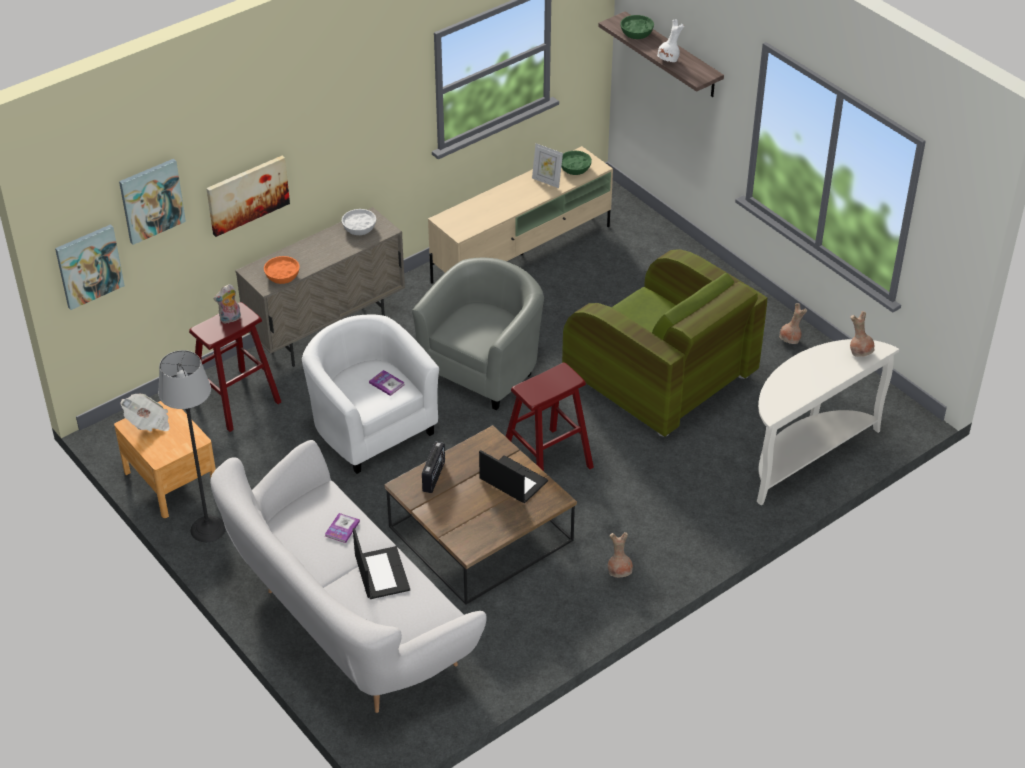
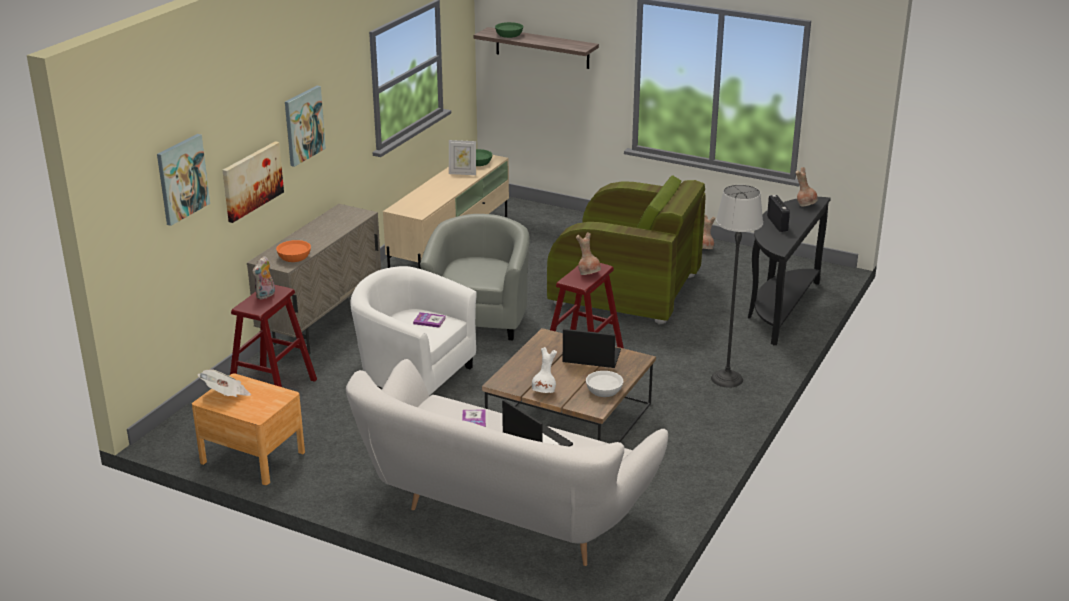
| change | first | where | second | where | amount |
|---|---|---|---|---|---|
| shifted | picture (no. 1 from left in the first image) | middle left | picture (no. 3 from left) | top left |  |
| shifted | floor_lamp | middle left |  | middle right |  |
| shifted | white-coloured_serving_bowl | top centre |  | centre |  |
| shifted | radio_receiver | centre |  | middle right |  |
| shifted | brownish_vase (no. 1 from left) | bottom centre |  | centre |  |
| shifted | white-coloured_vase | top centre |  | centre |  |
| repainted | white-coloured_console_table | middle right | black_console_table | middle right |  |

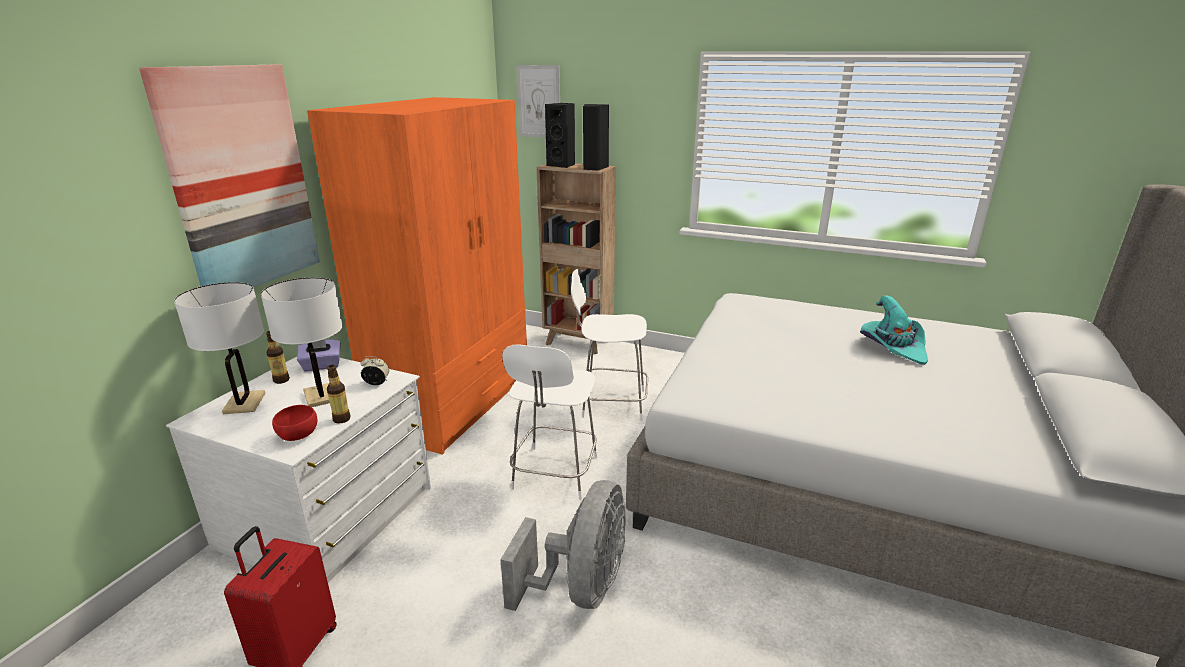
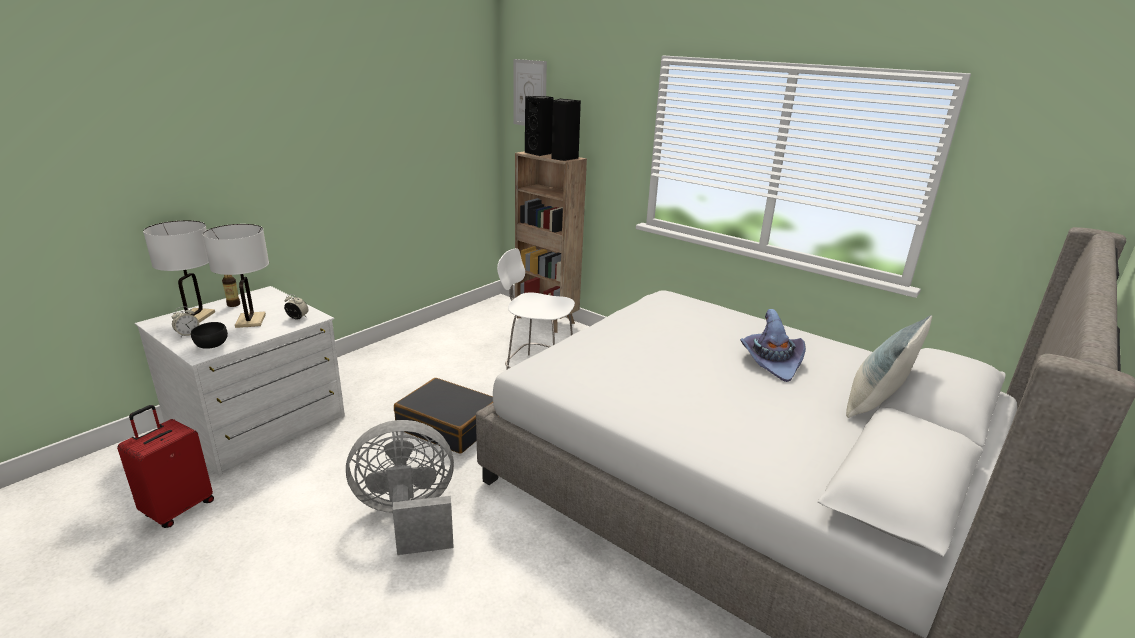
| change | first | where | second | where | amount |
|---|---|---|---|---|---|
| gone | picture (no. 1 from left) | top left |  |  |  |
| repainted | red-coloured_serving_bowl | middle left | black_serving_bowl | middle left |  |
| gone | purple_box_of_tissues | middle left |  |  |  |
| gone | orange_wardrobe | centre |  |  |  |
| gone | beverage_bottle (no. 2 from left) | middle left |  |  |  |
| rotated | grey_electric_fan | bottom centre |  | bottom centre | 135 degrees counterclockwise |
| swapped | white-coloured_chair (no. 1 from left) | centre | black_travel_case | centre |  |
| repainted | blue-green_clothing_hat | middle right | purple_clothing_hat | middle right |  |
| new |  |  | alarm_clock (no. 1 from left) | middle left |  |
| new |  |  | throw_pillow | middle right |  |

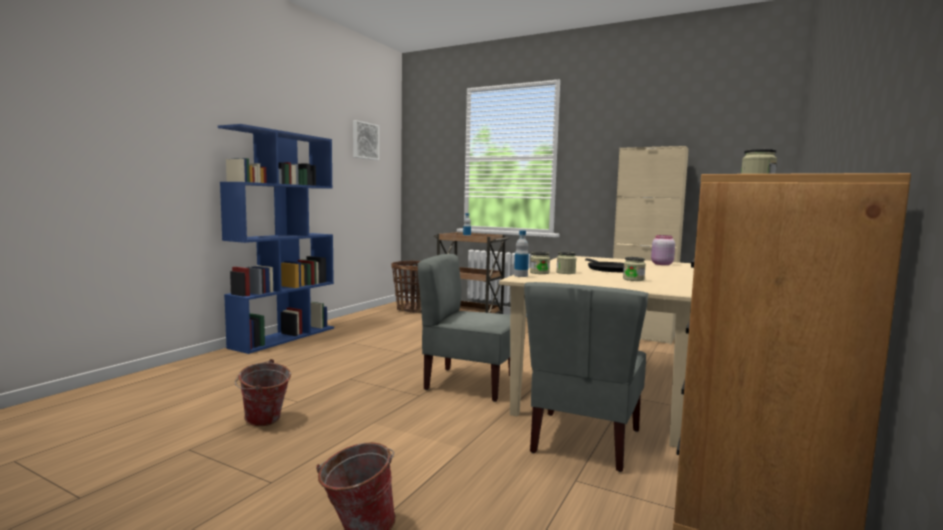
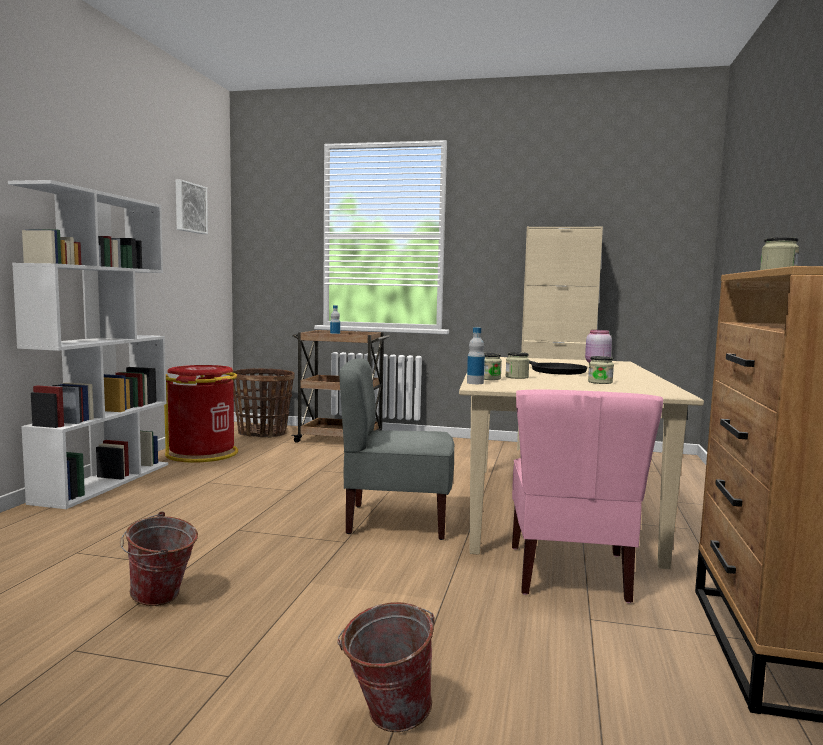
| change | first | where | second | where | amount |
|---|---|---|---|---|---|
| repainted | blue-coloured_bookshelf | middle left | white-coloured_bookshelf | middle left |  |
| repainted | grey_chair (no. 2 from left) | bottom centre | pink_chair | middle right |  |
| new |  |  | red-coloured_waste_bin | middle left |  |

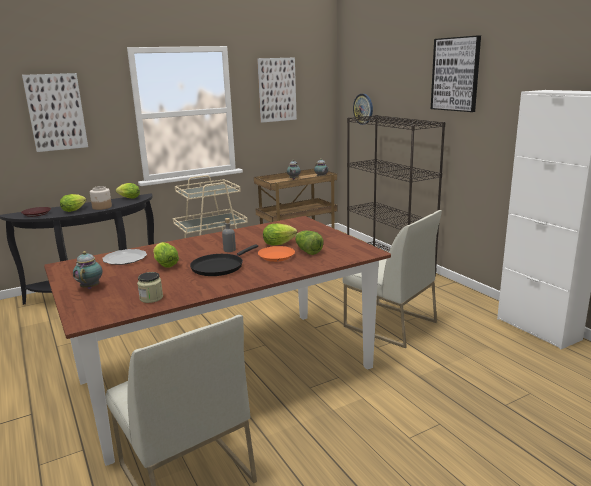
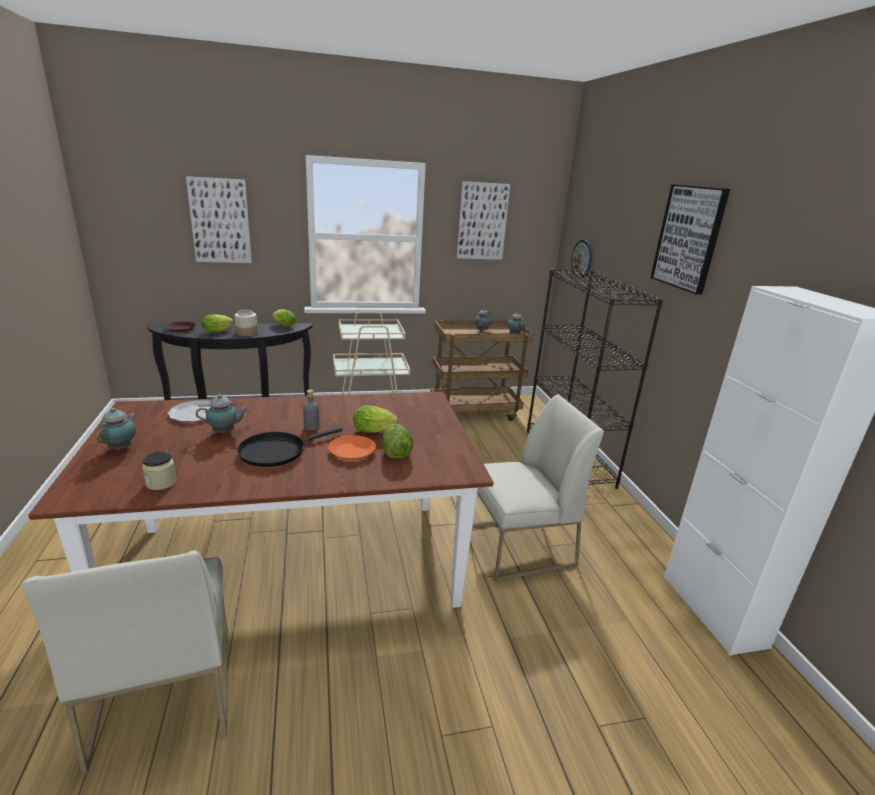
| change | first | where | second | where | amount |
|---|---|---|---|---|---|
| swapped | lettuce_head (no. 3 from left) | middle left | pot_for_tea (no. 2 from left) | middle left |  |
| rotated | white-coloured_chair (no. 2 from left) | centre |  | centre | 75 degrees counterclockwise |

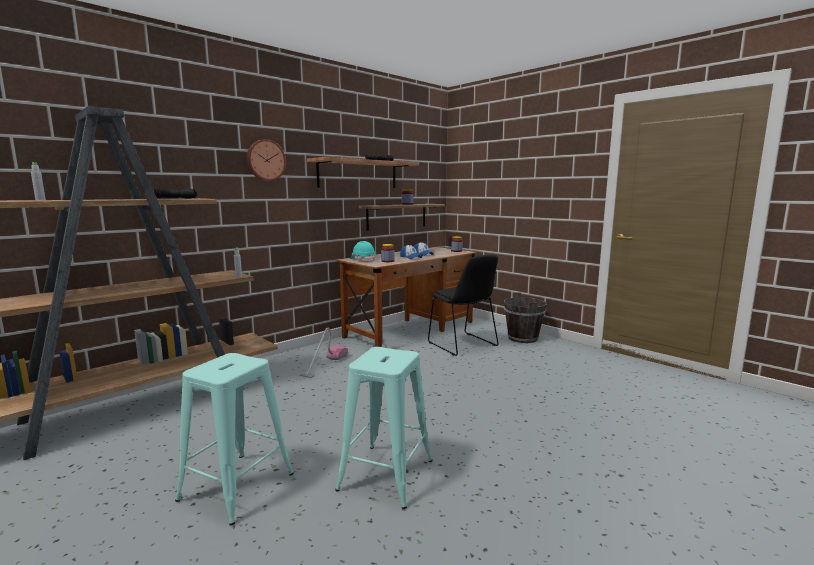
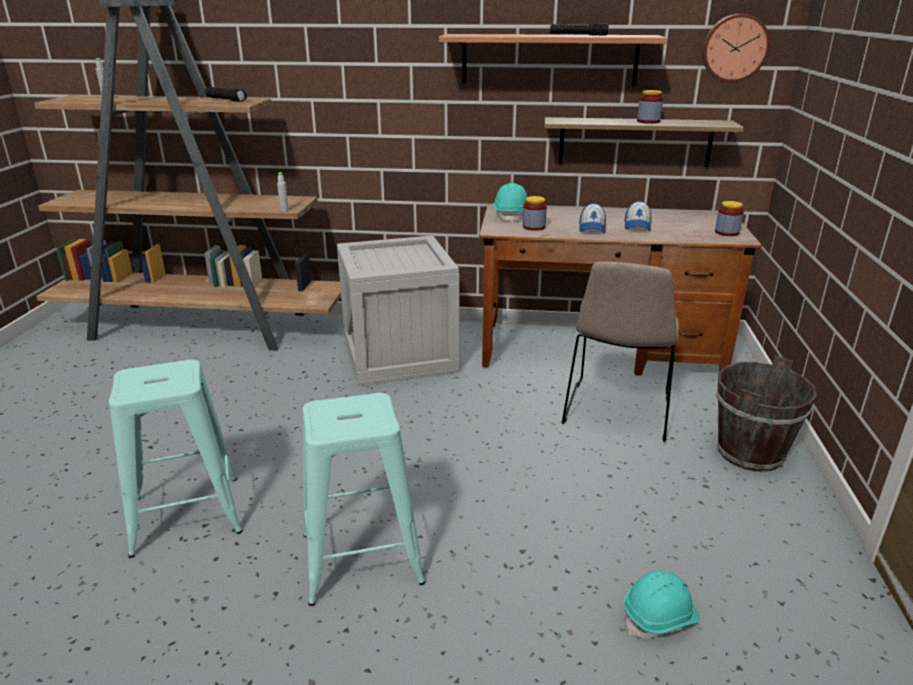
| change | first | where | second | where | amount |
|---|---|---|---|---|---|
| shifted | blue-green_sitting_stool (no. 1 from left in the first image) | bottom left | blue-green_sitting_stool (no. 2 from left) | bottom centre |  |
| shifted | clock_on_the_wall | top left |  | top right |  |
| swapped | hoover | centre | crate | centre |  |
| repainted | black_chair | centre | beige_chair | middle right |  |
| new |  |  | blue-green_safety_helmet (no. 2 from left) | bottom right |  |

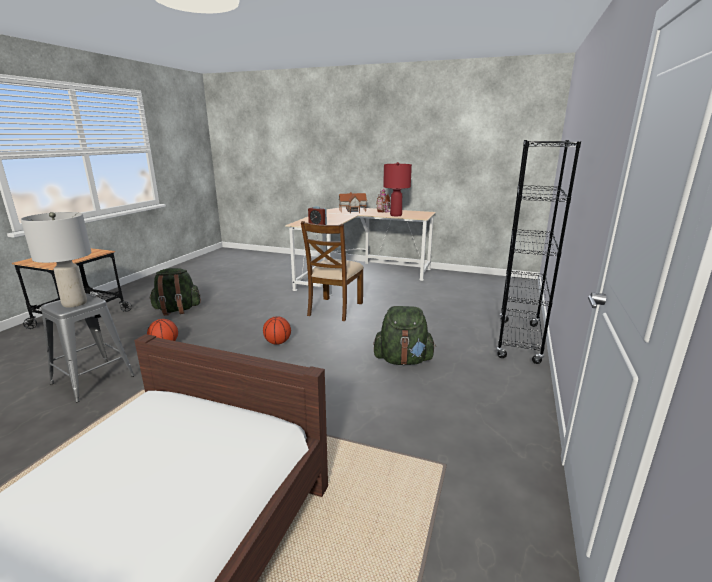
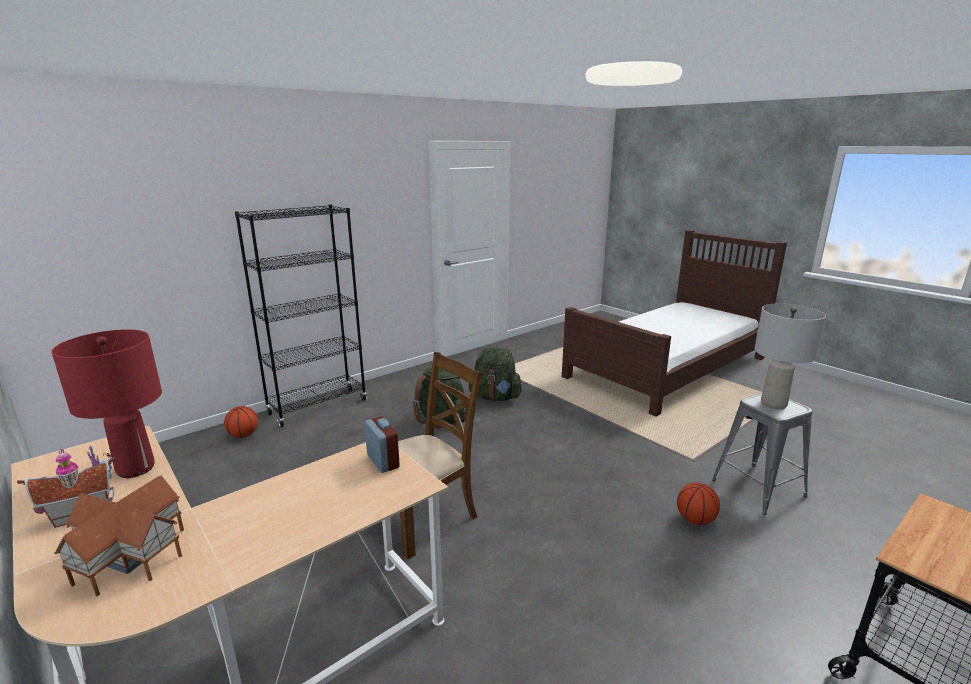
| change | first | where | second | where | amount |
|---|---|---|---|---|---|
| shifted | green-coloured_backpack (no. 1 from left in the first image) | middle left | green-coloured_backpack (no. 2 from left) | centre |  |
| shifted | ball_for_basketball (no. 2 from left in the first image) | centre | ball_for_basketball (no. 1 from left) | middle left |  |

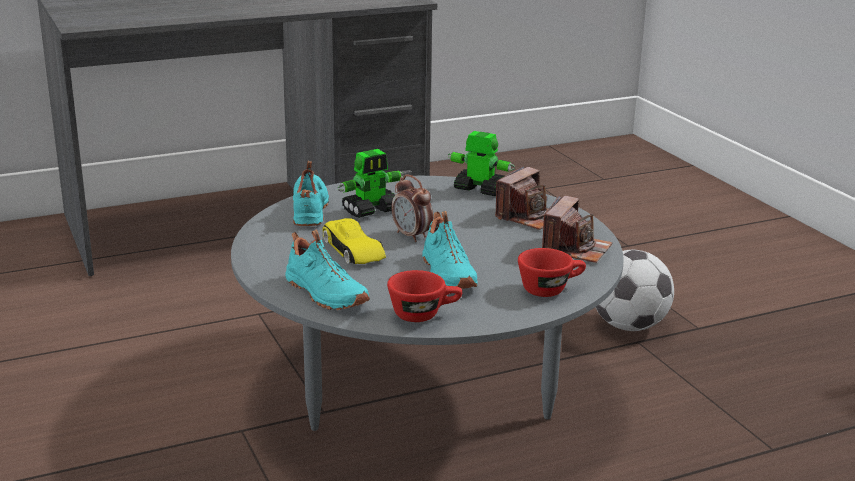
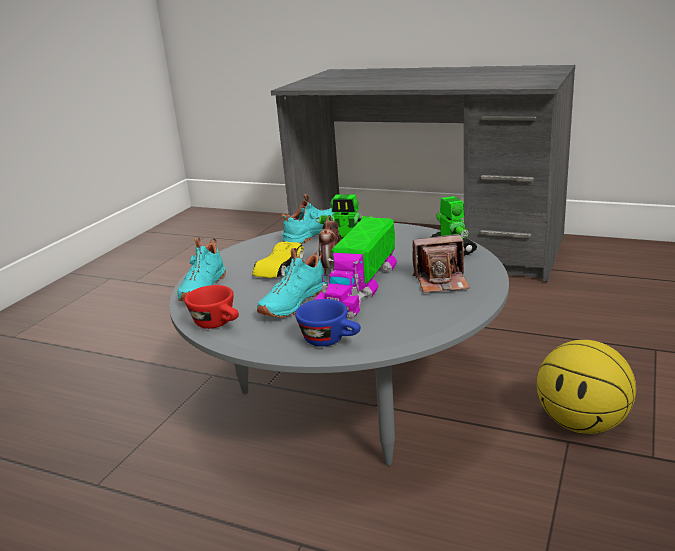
| change | first | where | second | where | amount |
|---|---|---|---|---|---|
| repainted | red-coloured_cup (no. 2 from left) | centre | blue-coloured_cup | centre |  |
| gone | still_camera (no. 2 from left) | middle right |  |  |  |
| swapped | football | middle right | ball_for_basketball | bottom right |  |
| new |  |  | toy_lorry | centre |  |

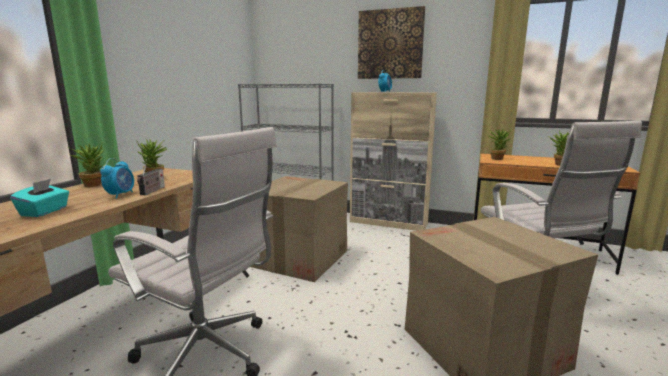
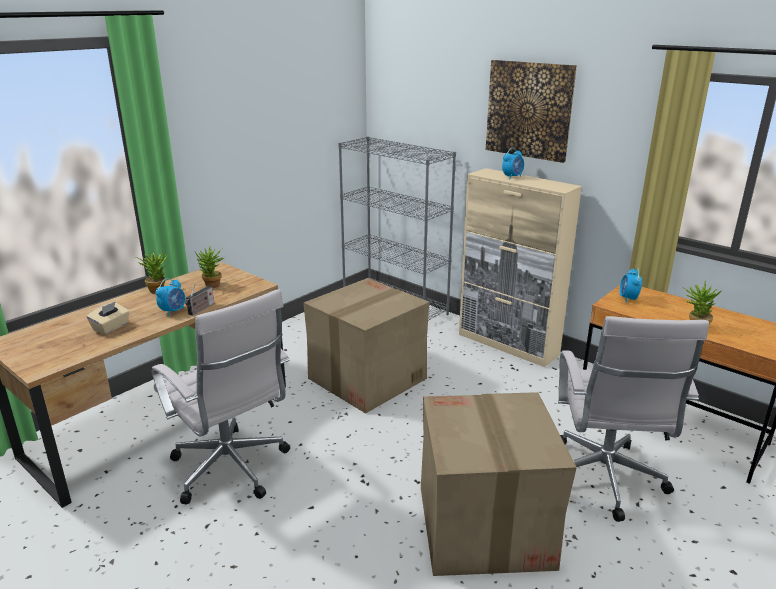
| change | first | where | second | where | amount |
|---|---|---|---|---|---|
| repainted | blue-green_box_of_tissues | middle left | beige_box_of_tissues | middle left |  |
| swapped | houseplant (no. 3 from left) | middle right | alarm_clock (no. 3 from left) | middle right |  |

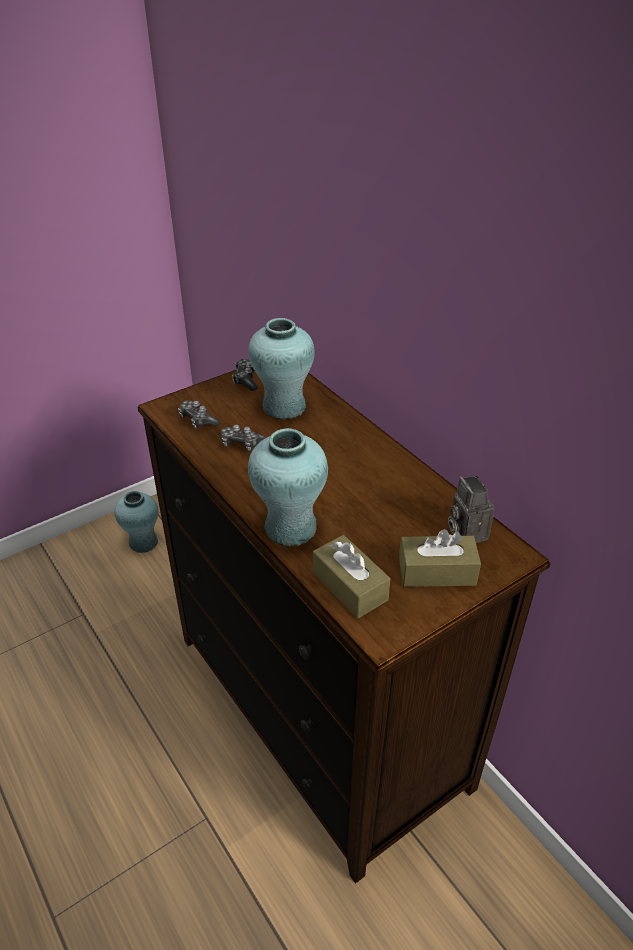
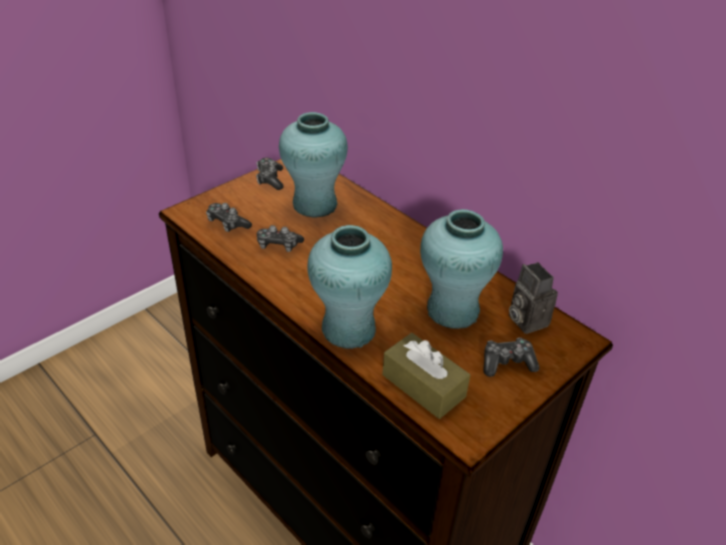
| change | first | where | second | where | amount |
|---|---|---|---|---|---|
| shifted | blue-green_vase (no. 1 from left in the first image) | middle left | blue-green_vase (no. 3 from left) | centre |  |
| swapped | brownish_box_of_tissues (no. 2 from left) | middle right | gamepad (no. 4 from left) | middle right |  |

